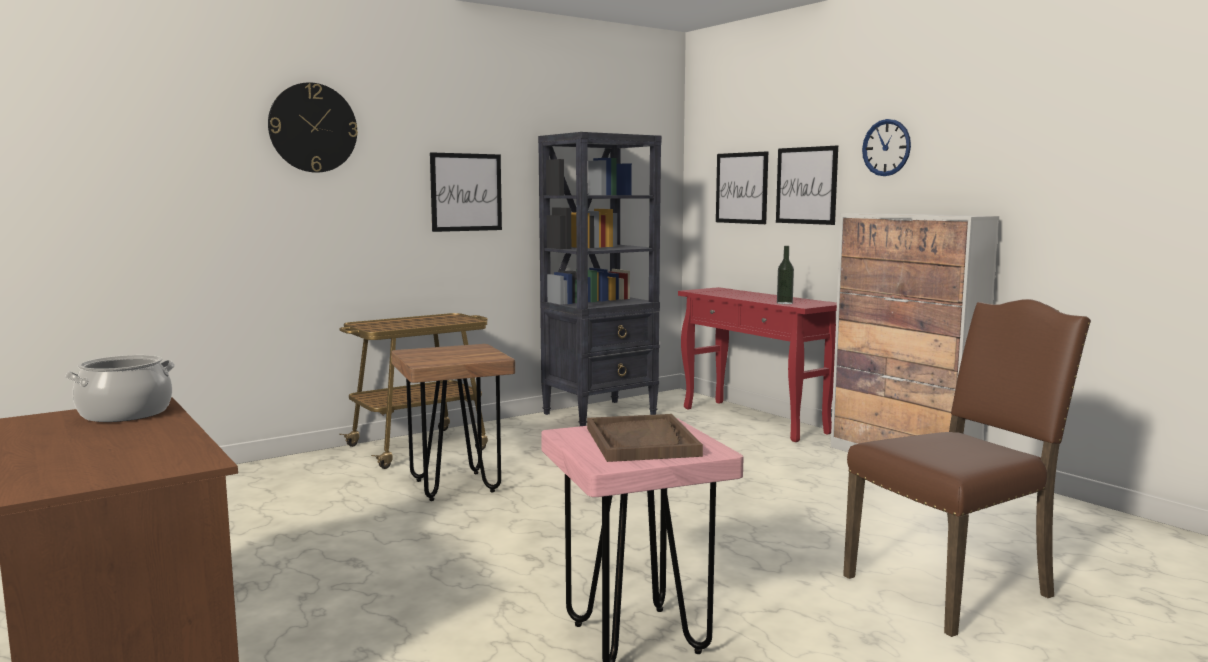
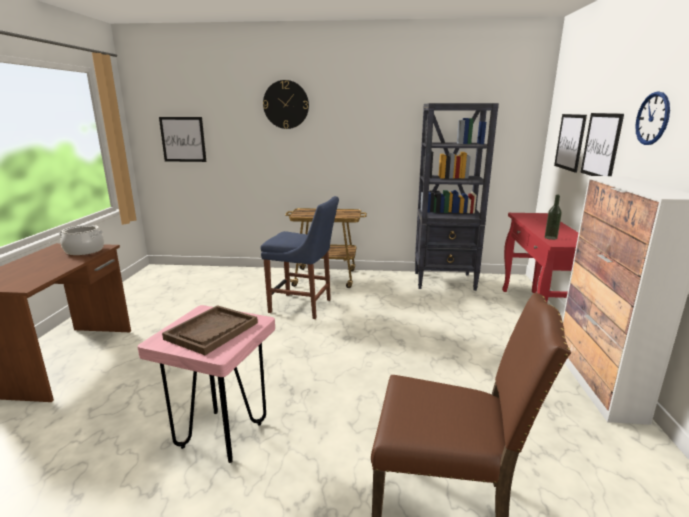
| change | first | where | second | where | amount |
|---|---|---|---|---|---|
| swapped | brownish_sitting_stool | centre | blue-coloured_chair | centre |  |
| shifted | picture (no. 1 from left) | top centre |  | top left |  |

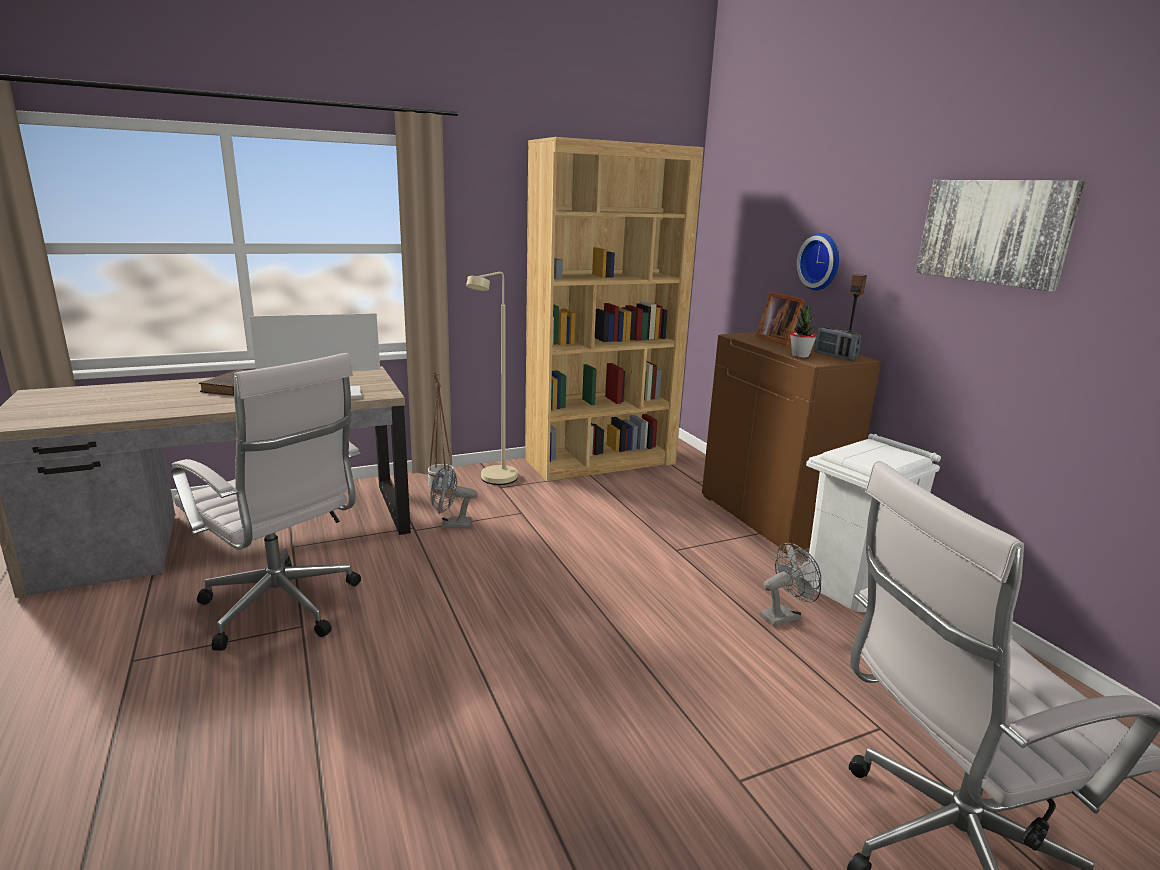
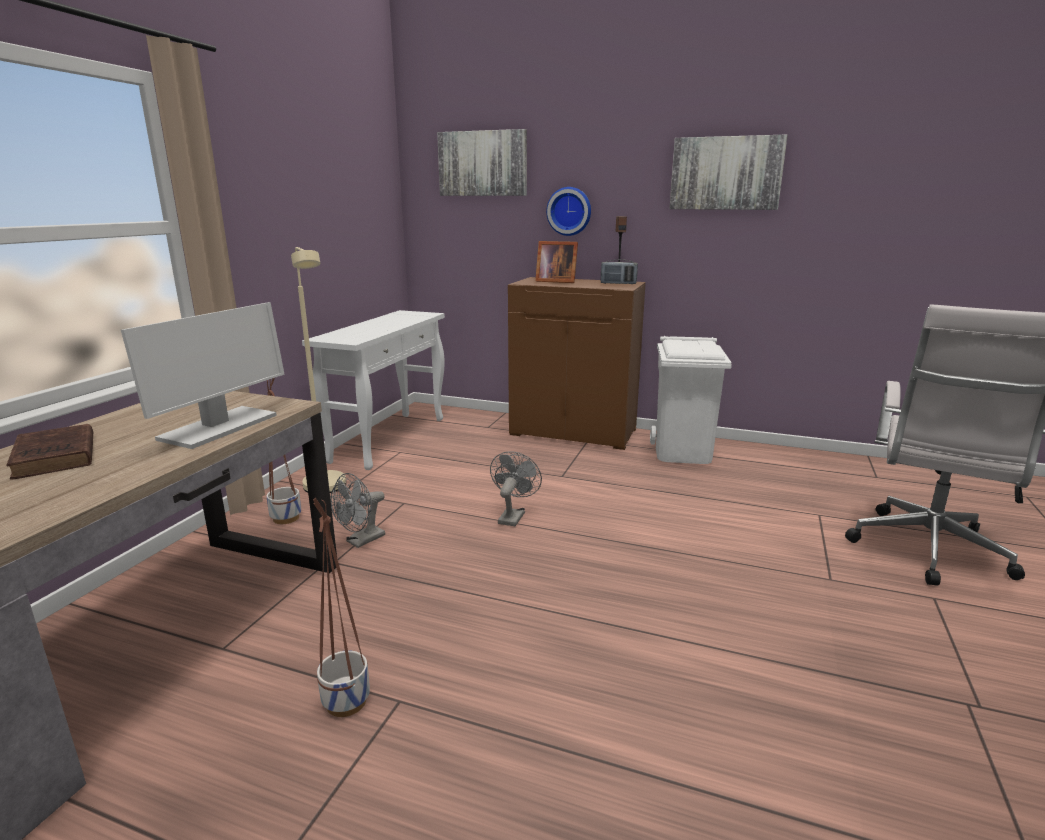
| change | first | where | second | where | amount |
|---|---|---|---|---|---|
| swapped | white-coloured_desk_chair (no. 1 from left) | middle left | planter (no. 2 from left) | bottom left |  |
| swapped | brownish_bookshelf | centre | white-coloured_console_table | centre |  |
| shifted | grey_electric_fan (no. 2 from left) | bottom right |  | centre |  |
| gone | houseplant | middle right |  |  |  |
| new |  |  | picture (no. 1 from left) | top centre |  |

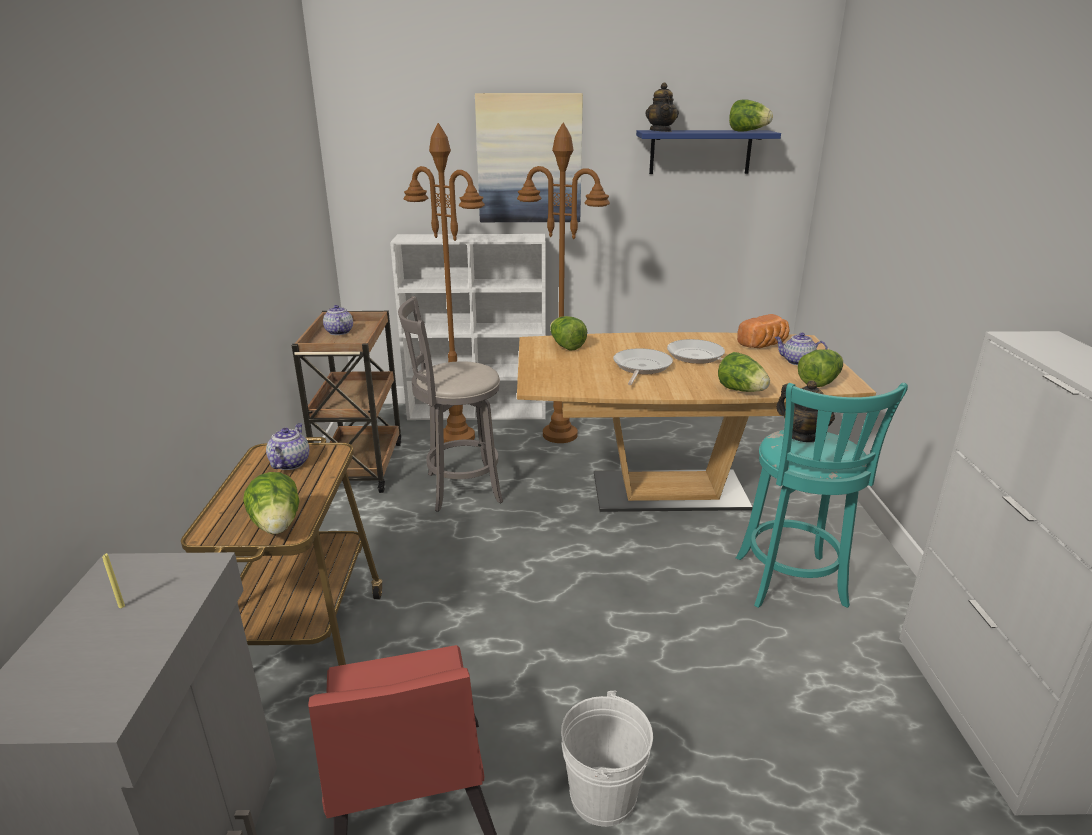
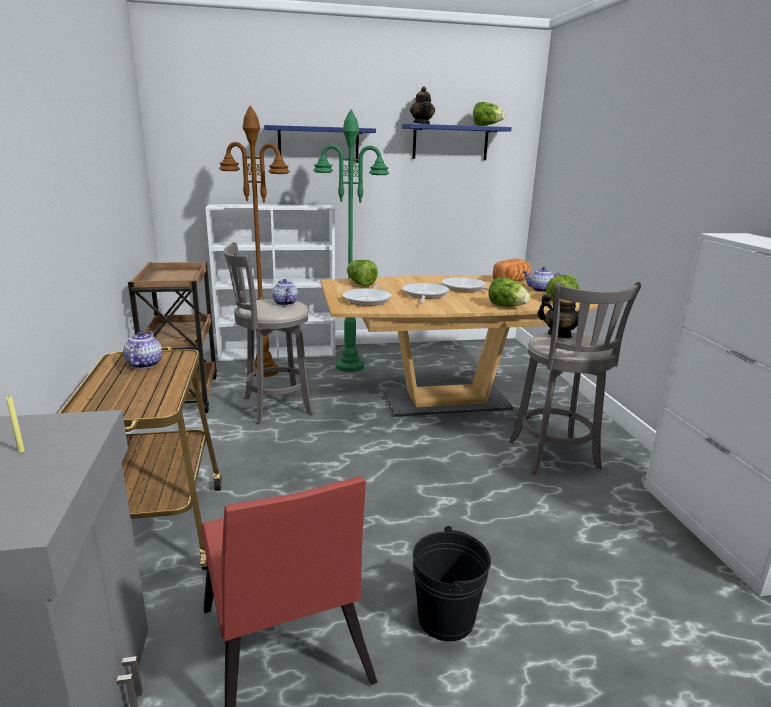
| change | first | where | second | where | amount |
|---|---|---|---|---|---|
| gone | lettuce_head (no. 1 from left) | middle left |  |  |  |
| shifted | pot_for_tea (no. 2 from left) | middle left |  | centre |  |
| swapped | picture | top centre | blue-coloured_bracket_shelf (no. 1 from left) | top centre |  |
| repainted | brownish_floor_lamp (no. 2 from left) | centre | green-coloured_floor_lamp | centre |  |
| repainted | white-coloured_water_bucket | bottom centre | black_water_bucket | bottom centre |  |
| repainted | blue-green_sitting_stool | middle right | grey_sitting_stool (no. 2 from left) | middle right |  |
| new |  |  | frying_pan (no. 1 from left) | centre |  |

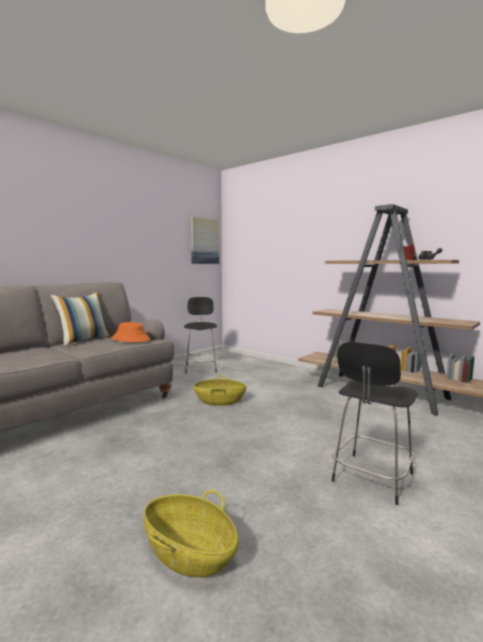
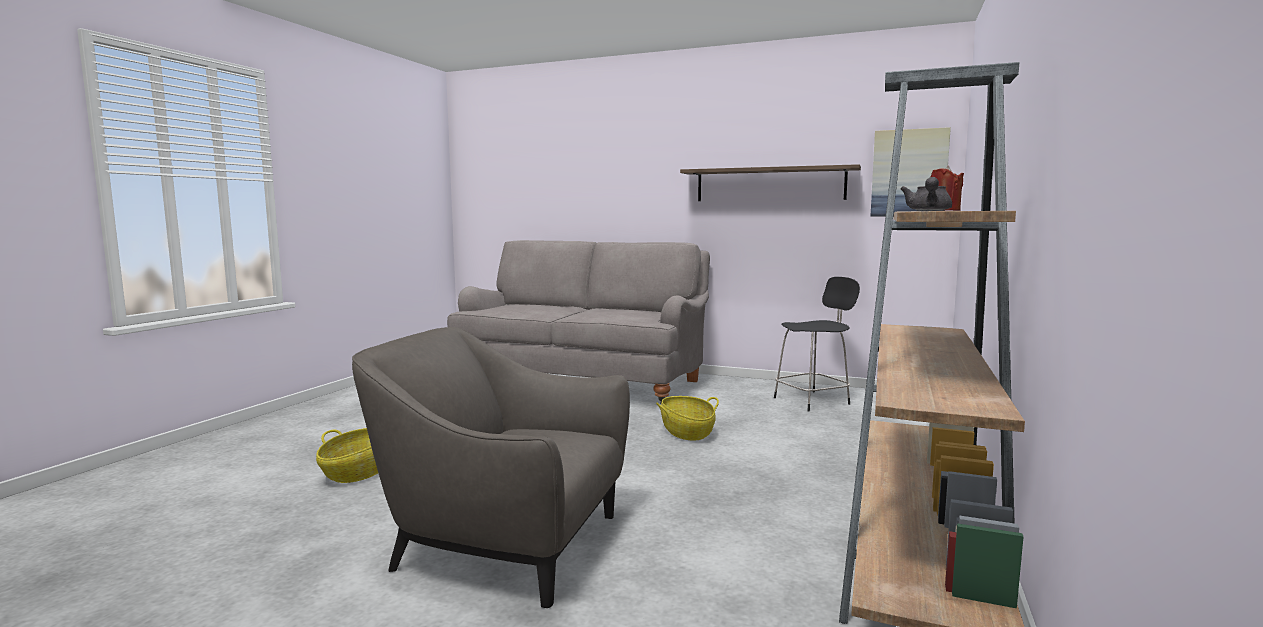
| change | first | where | second | where | amount |
|---|---|---|---|---|---|
| gone | throw_pillow | middle left |  |  |  |
| gone | orange_clothing_hat | middle left |  |  |  |
| swapped | black_sitting_stool (no. 2 from left) | middle right | grey_lounge_chair | bottom centre |  |
| new |  |  | bracket_shelf | top centre |  |

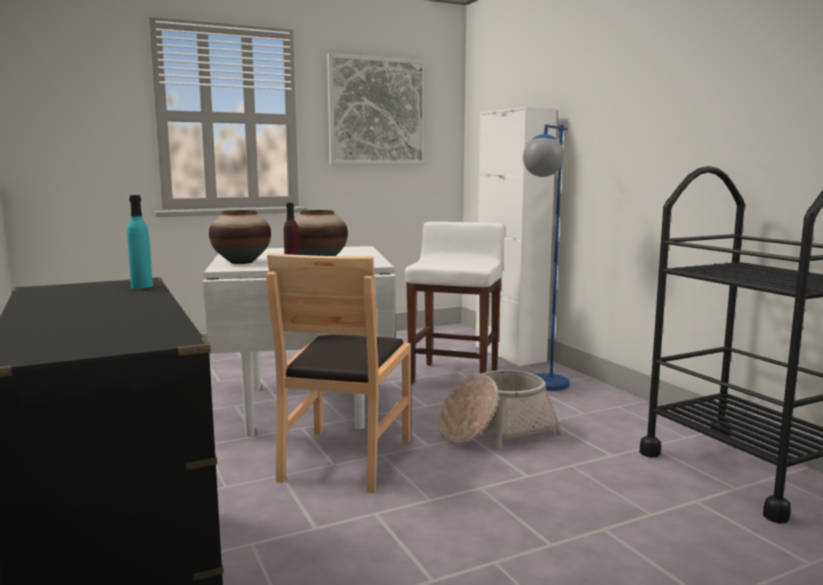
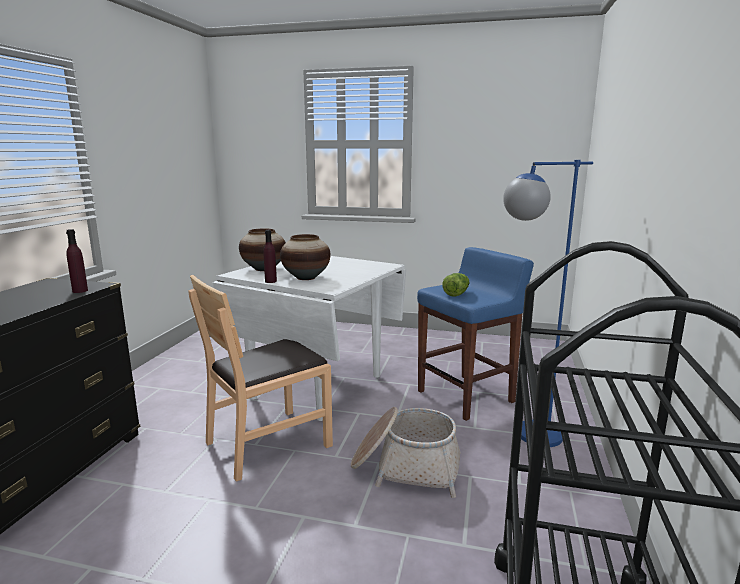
| change | first | where | second | where | amount |
|---|---|---|---|---|---|
| repainted | blue-green_beverage_bottle | middle left | purple_beverage_bottle (no. 1 from left) | middle left |  |
| gone | picture | top centre |  |  |  |
| repainted | white-coloured_sitting_stool | centre | blue-coloured_sitting_stool | centre |  |
| gone | white-coloured_cupboard | centre |  |  |  |
| new |  |  | lettuce_head | centre |  |

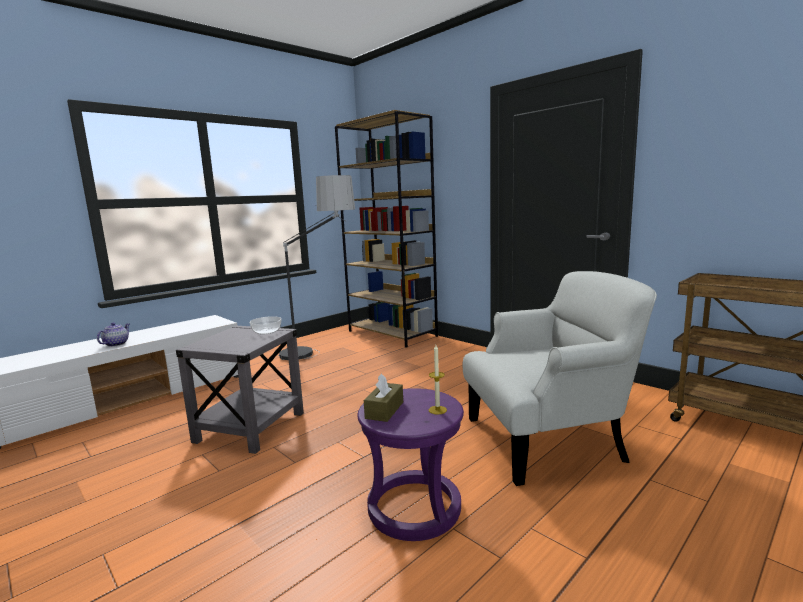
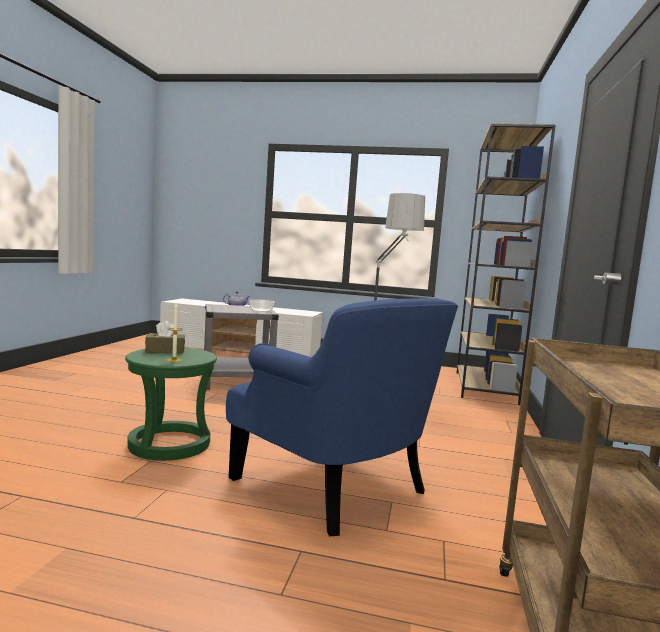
| change | first | where | second | where | amount |
|---|---|---|---|---|---|
| repainted | purple_sitting_stool | bottom centre | green-coloured_sitting_stool | middle left |  |
| repainted | white-coloured_lounge_chair | middle right | blue-coloured_lounge_chair | centre |  |

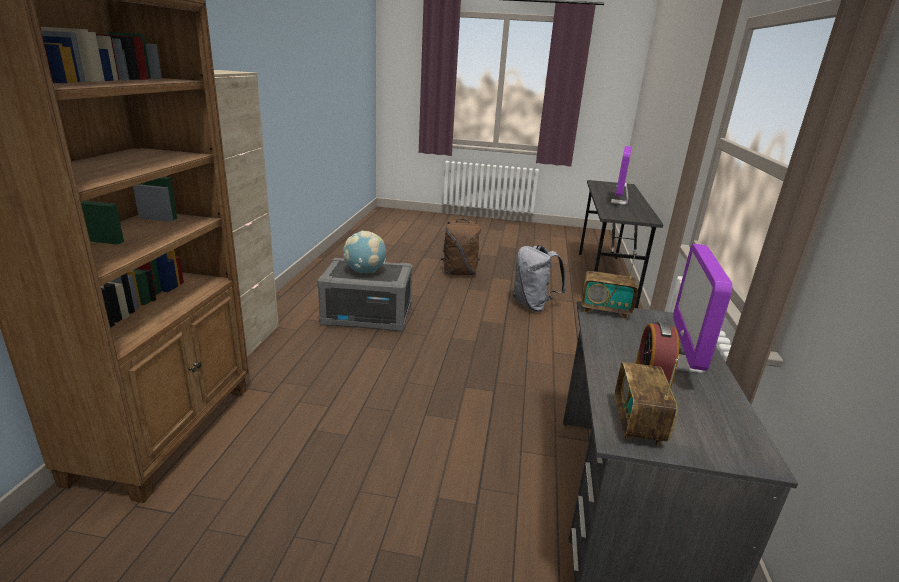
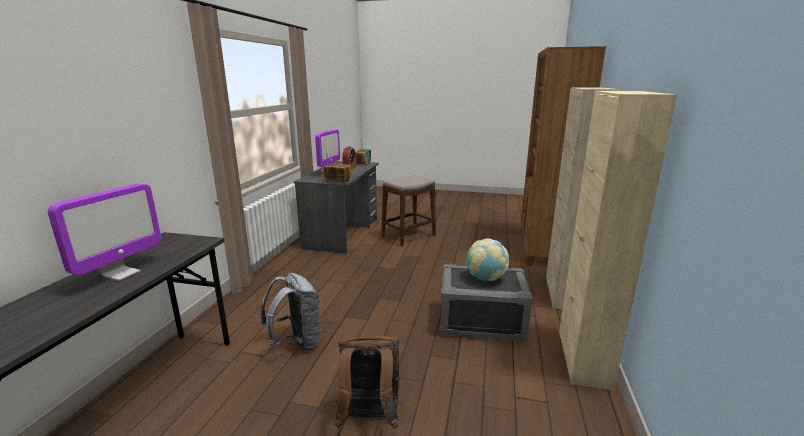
| change | first | where | second | where | amount |
|---|---|---|---|---|---|
| new |  |  | sitting_stool | centre |  |
| new |  |  | beige_cupboard (no. 2 from left) | middle right |  |

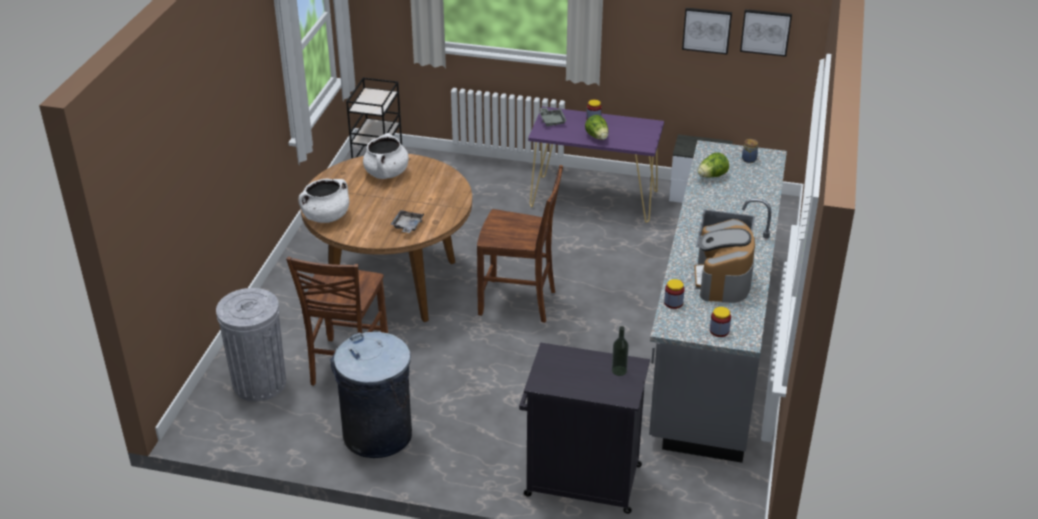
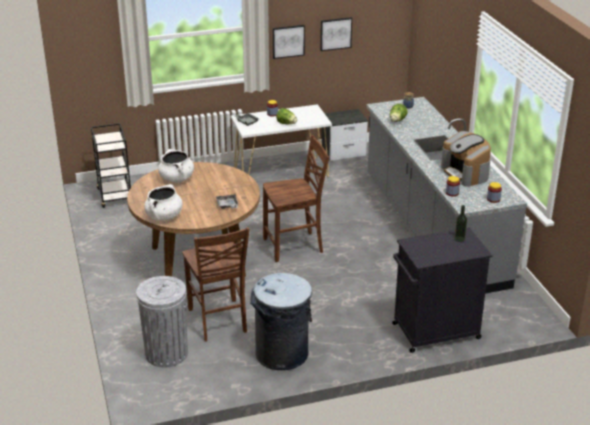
| change | first | where | second | where | amount |
|---|---|---|---|---|---|
| repainted | purple_console_table | top centre | white-coloured_console_table | top centre |  |
| shifted | picture (no. 2 from left in the first image) | top right | picture (no. 1 from left) | top centre |  |

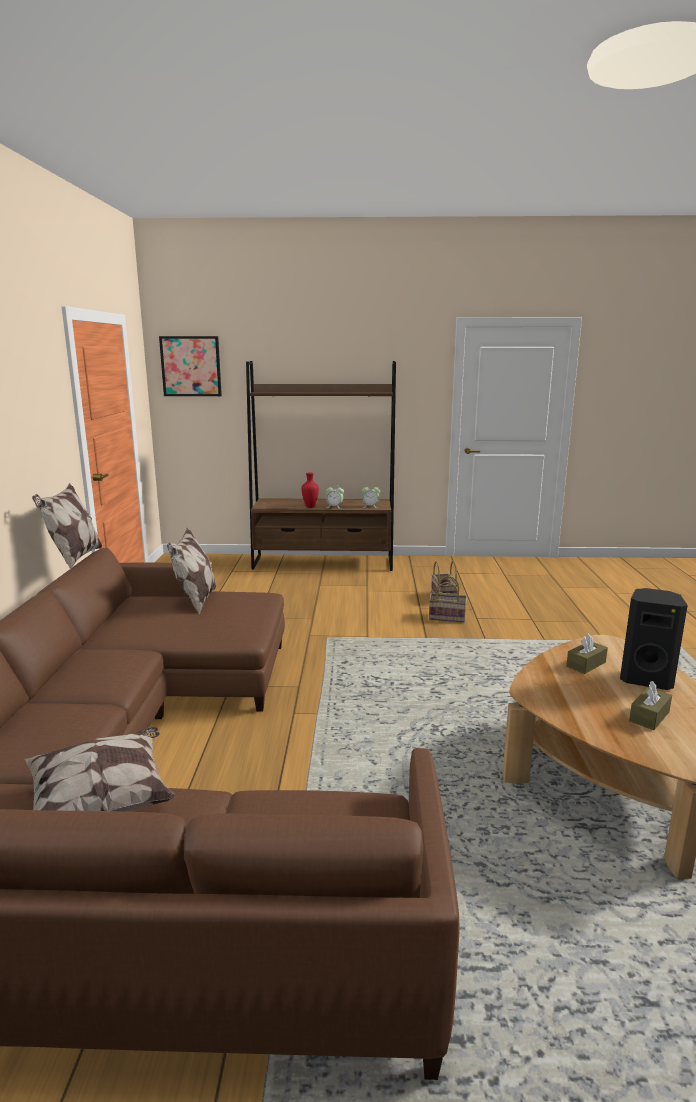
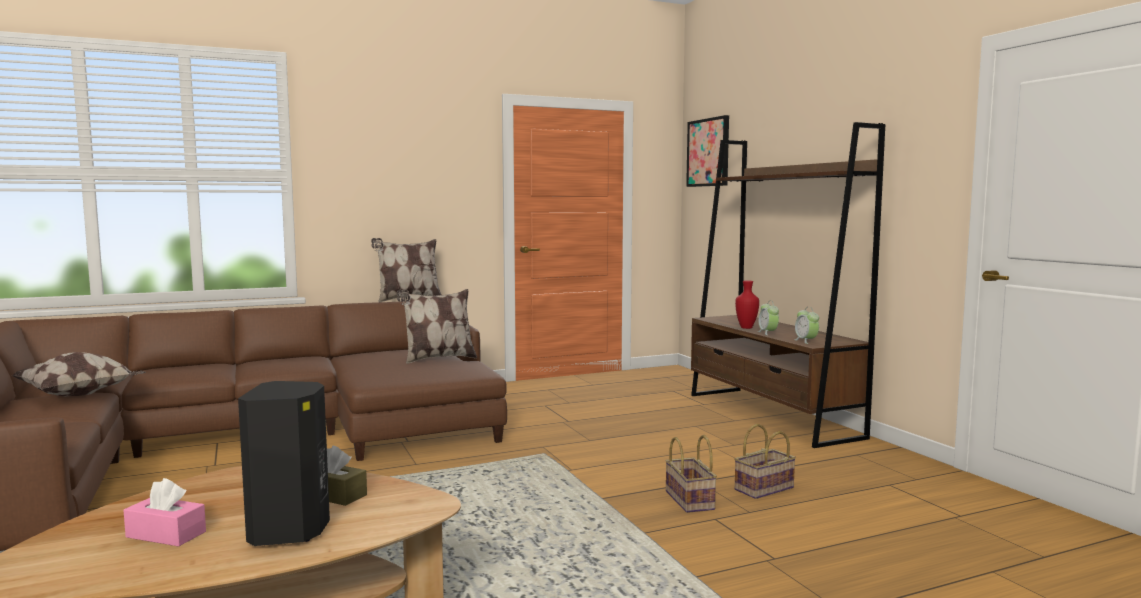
| change | first | where | second | where | amount |
|---|---|---|---|---|---|
| repainted | brownish_box_of_tissues (no. 2 from left) | middle right | pink_box_of_tissues | bottom left |  |

